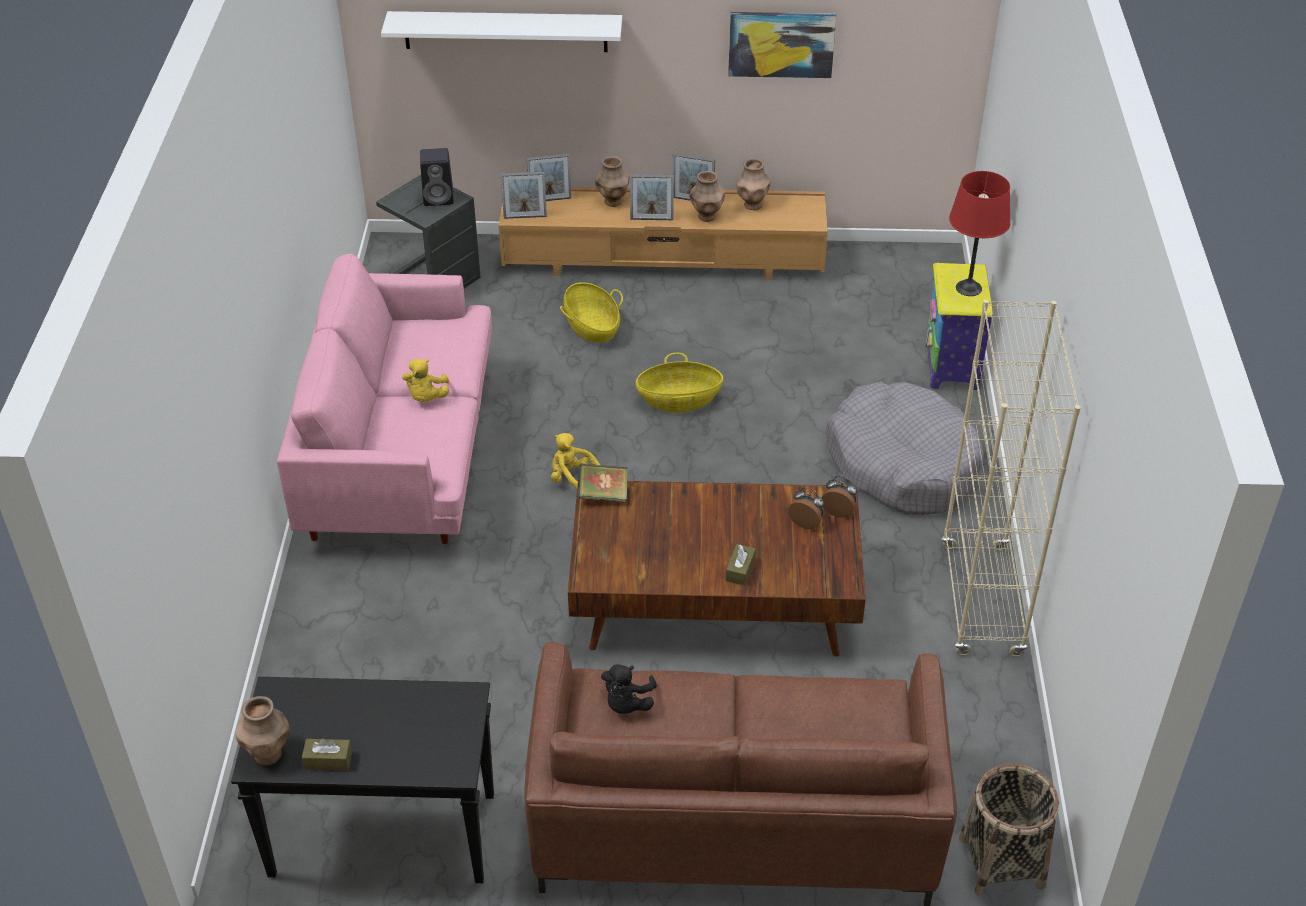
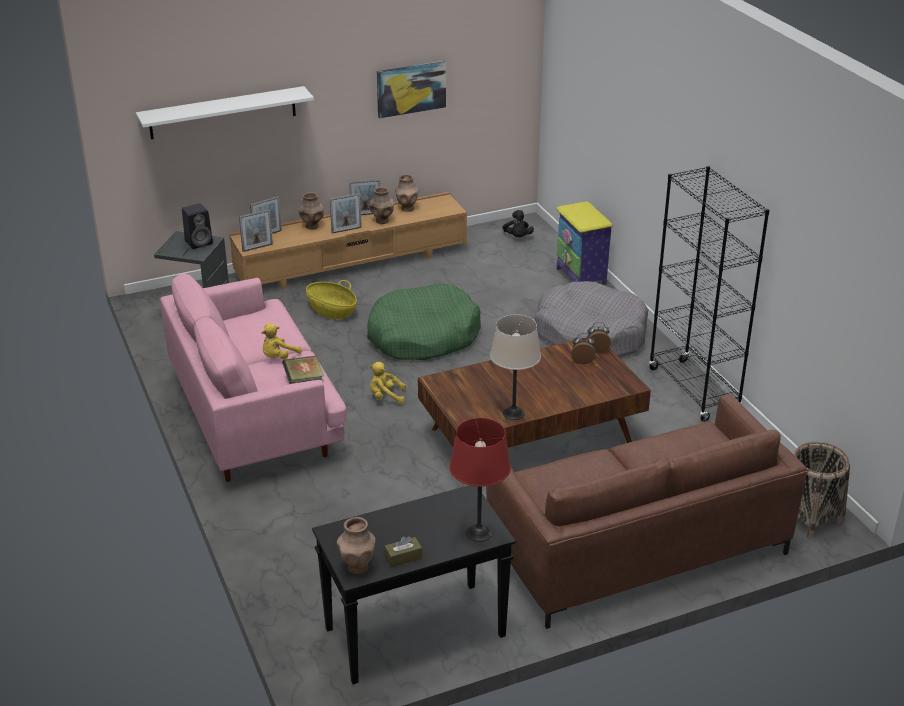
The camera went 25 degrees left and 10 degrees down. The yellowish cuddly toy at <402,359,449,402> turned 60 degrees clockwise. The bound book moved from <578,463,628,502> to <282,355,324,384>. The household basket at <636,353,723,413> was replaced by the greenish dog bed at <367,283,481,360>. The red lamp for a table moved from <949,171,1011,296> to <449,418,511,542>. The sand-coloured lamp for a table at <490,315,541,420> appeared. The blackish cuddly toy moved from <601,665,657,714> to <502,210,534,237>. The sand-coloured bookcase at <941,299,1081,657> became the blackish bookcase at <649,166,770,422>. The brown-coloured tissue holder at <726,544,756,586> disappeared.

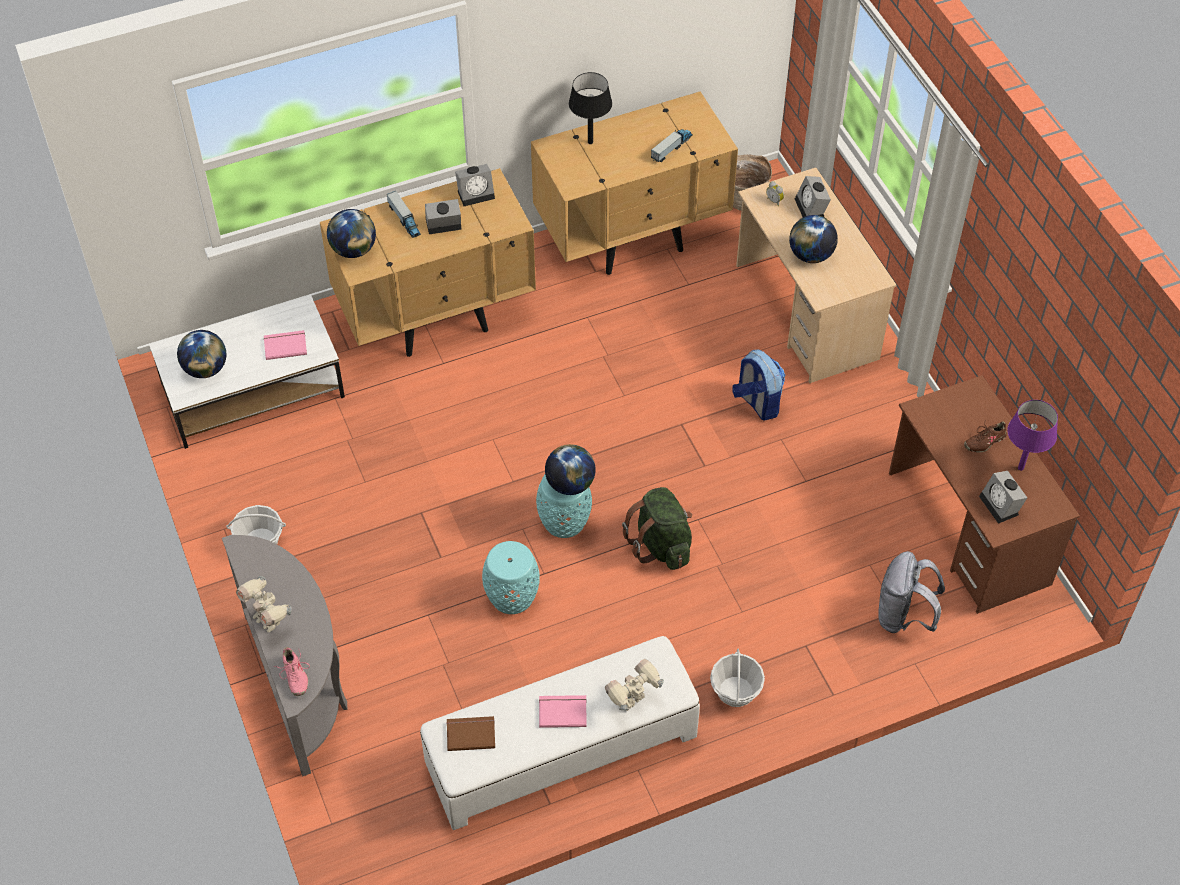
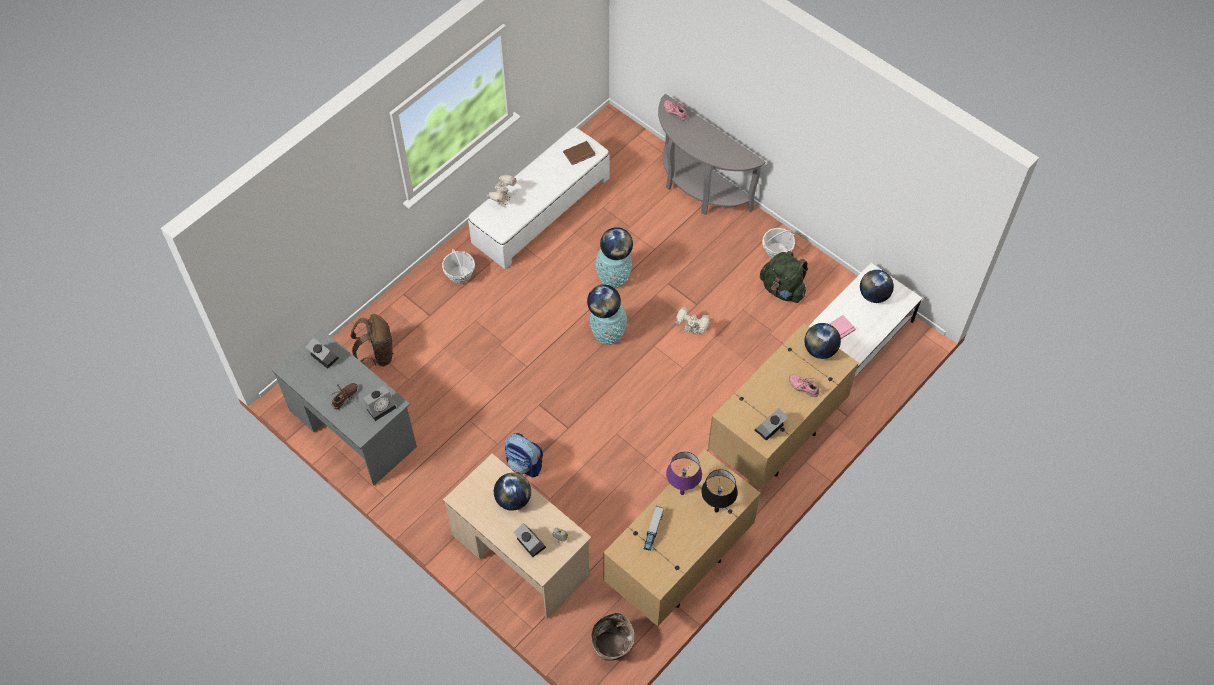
The camera went 155 degrees right and 5 degrees up. The brown-coloured desk at <889,375,1080,614> became the grey desk at <272,328,417,486>. The grey knapsack at <878,551,945,633> became the brown-coloured knapsack at <351,314,394,366>. The alarm clock moved from <425,199,462,234> to <362,385,396,421>. The world globe at <600,227,633,260> appeared. The purplish lamp for a table moved from <1007,400,1058,471> to <666,452,702,495>. The toy robot moved from <236,576,292,633> to <675,307,710,335>. The greenish knapsack moved from <622,487,692,570> to <760,251,808,303>. The model truck at <387,191,421,238> was replaced by the pink-coloured shoe at <789,374,819,397>. The pink-coloured bound book at <539,695,587,728> disappeared.

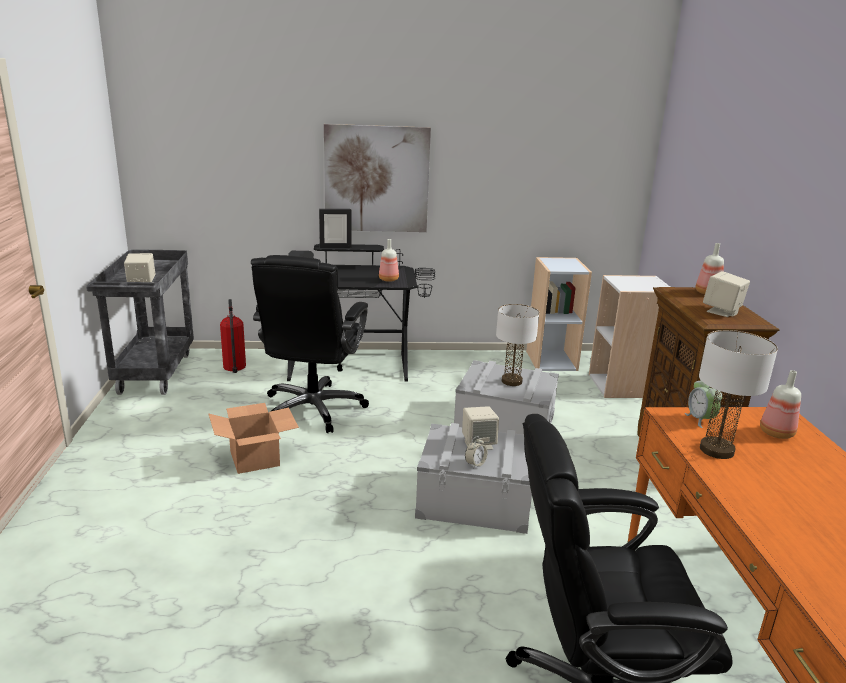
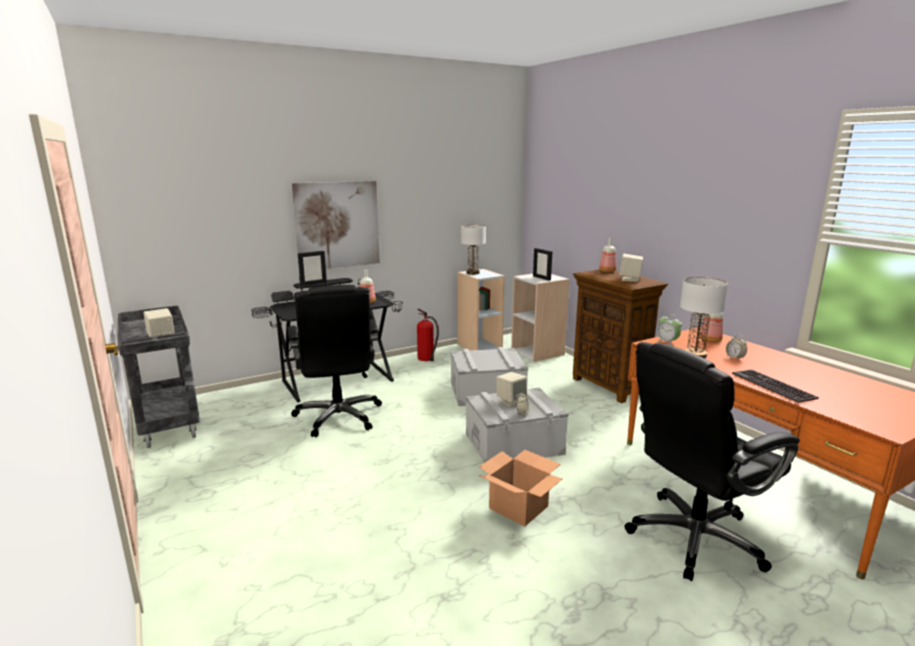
The camera went 25 degrees left and 5 degrees down. The fire extinguisher moved from <220,299,246,373> to <417,309,439,361>. The lamp for a table moved from <496,304,539,386> to <461,225,486,275>. The carton moved from <208,403,299,474> to <478,450,563,527>. The photo frame at <533,248,552,281> appeared. The alarm clock at <726,335,747,360> appeared. The computer keyboard at <732,369,819,403> appeared.

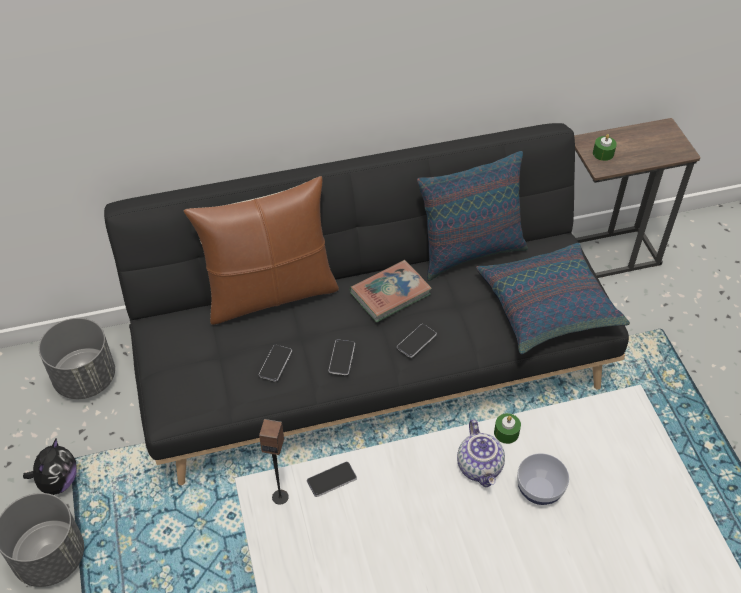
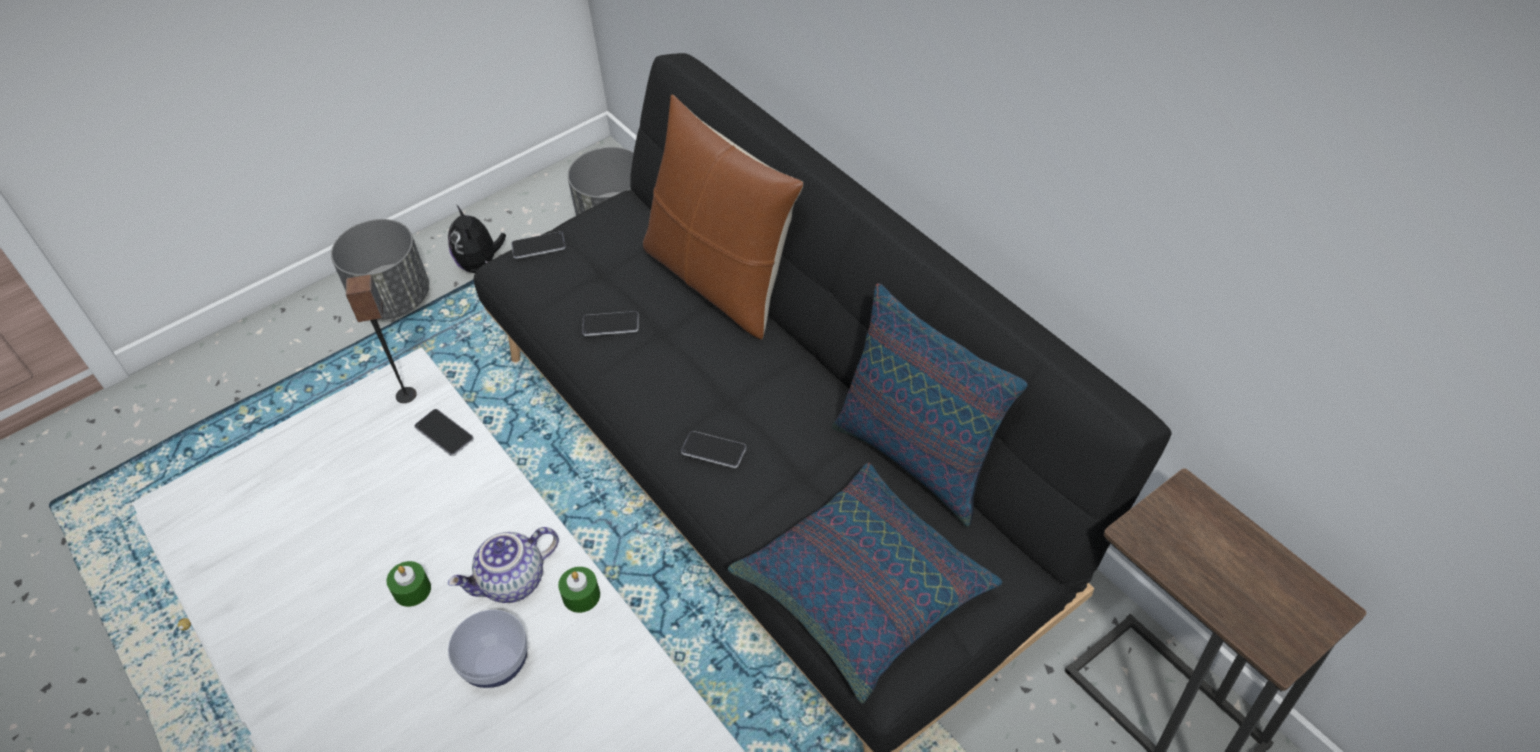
The camera went 70 degrees right and 0 degrees up. The greenish wax candle moved from <593,134,617,161> to <386,561,431,607>. The cuddly toy at <23,438,77,495> turned 75 degrees clockwise. The handset moved from <328,339,355,375> to <511,232,566,259>. The bound book at <350,260,432,322> disappeared.

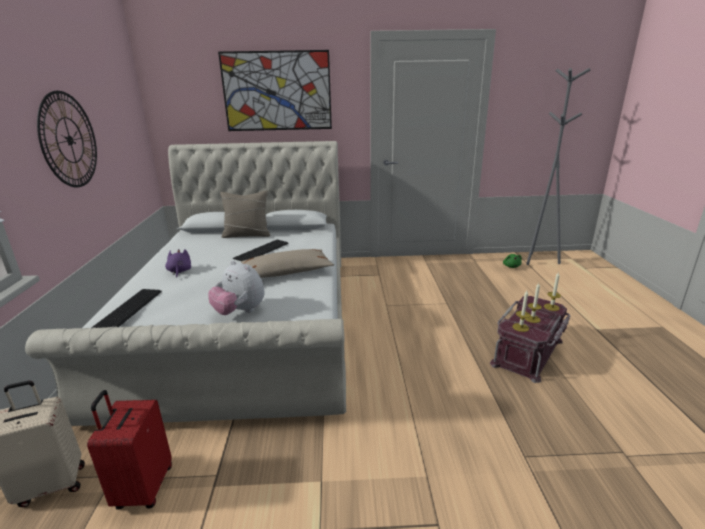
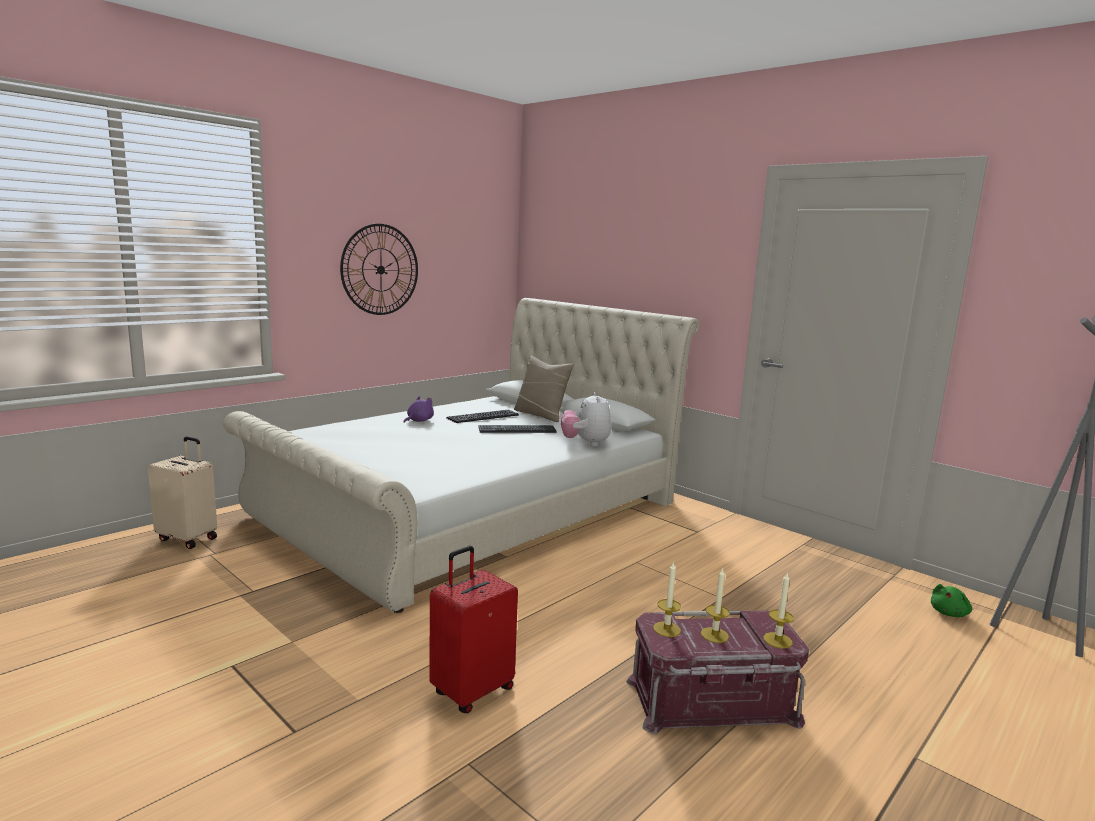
The camera went 45 degrees right and 10 degrees down. The red suitcase moved from <87,390,172,510> to <429,546,518,713>. The computer keyboard moved from <91,289,162,328> to <446,410,519,423>. The cuddly toy moved from <208,261,264,315> to <561,392,611,446>. The wall picture at <218,50,332,131> disappeared. The sand-coloured throw pillow at <241,249,334,278> disappeared.

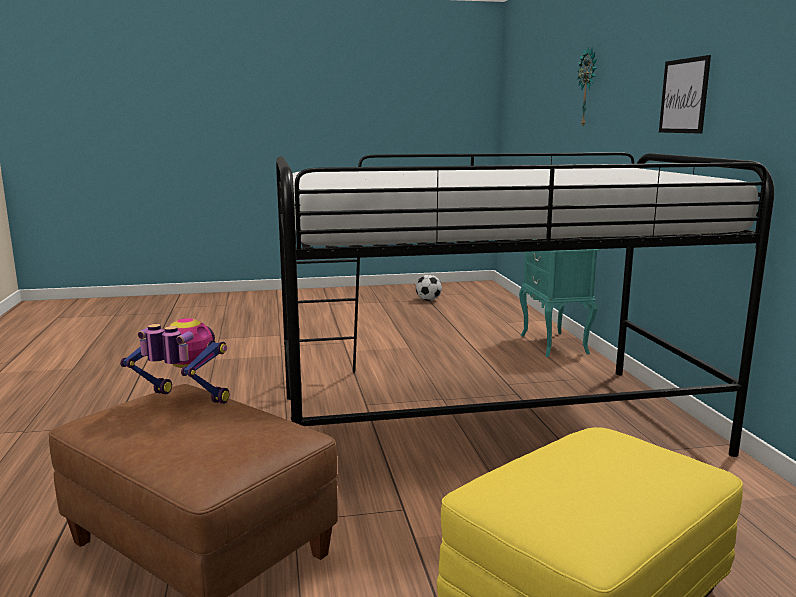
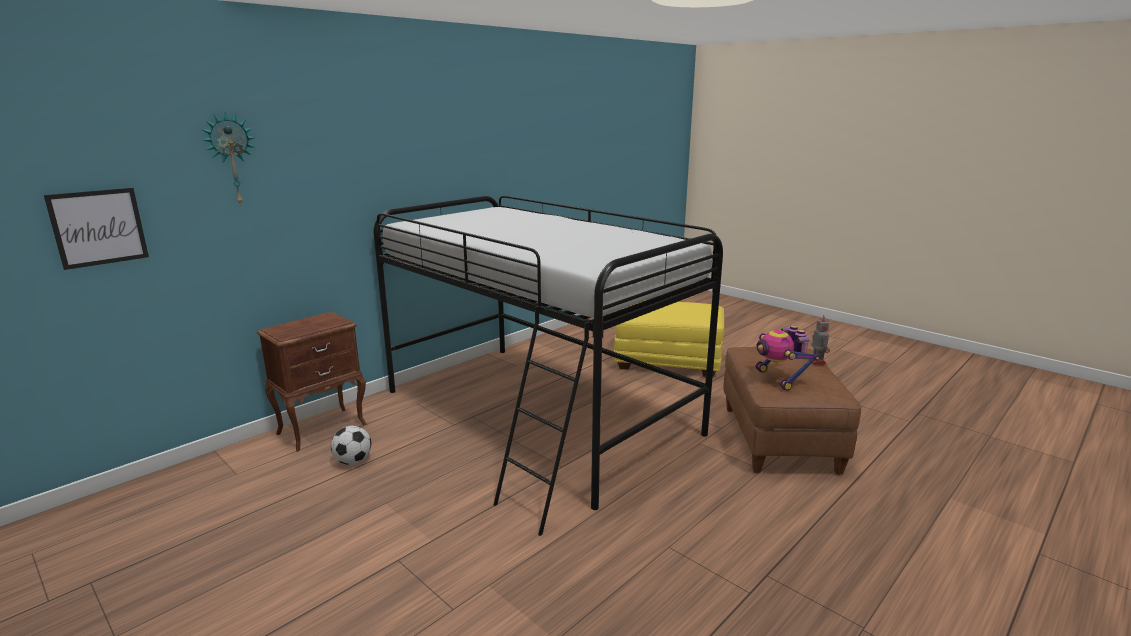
The camera went 125 degrees left and 5 degrees up. The wall picture moved from <659,55,711,133> to <44,188,149,270>. The blue-green nightstand at <519,239,599,357> became the brown-coloured nightstand at <257,312,367,452>. The football ball moved from <416,275,442,301> to <331,425,371,465>. The toy robot at <809,316,830,365> appeared.

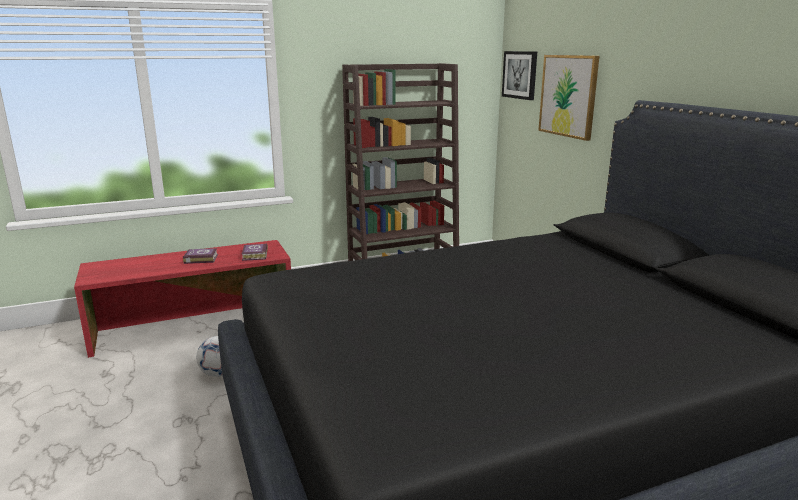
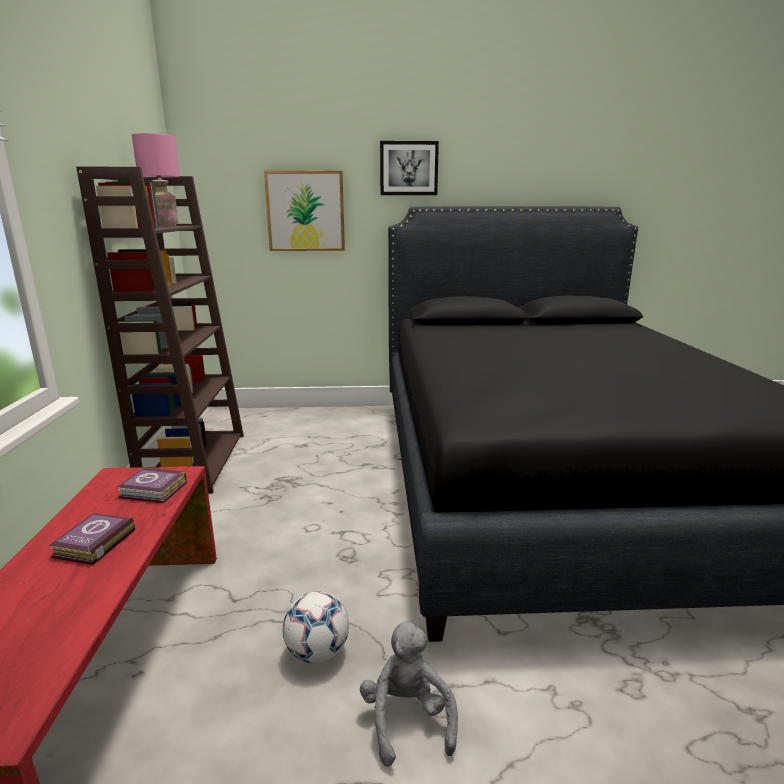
The camera went 70 degrees left and 0 degrees up. The pink-coloured lamp for a table at <132,133,180,226> appeared. The grey cuddly toy at <360,621,458,767> appeared. The wall picture moved from <502,51,537,100> to <380,141,439,195>.

